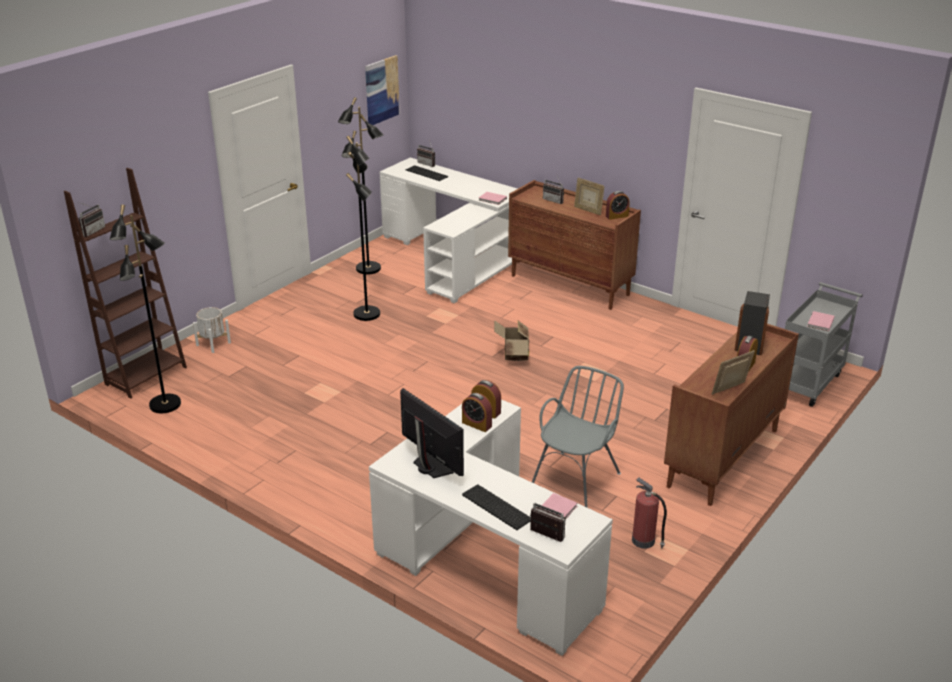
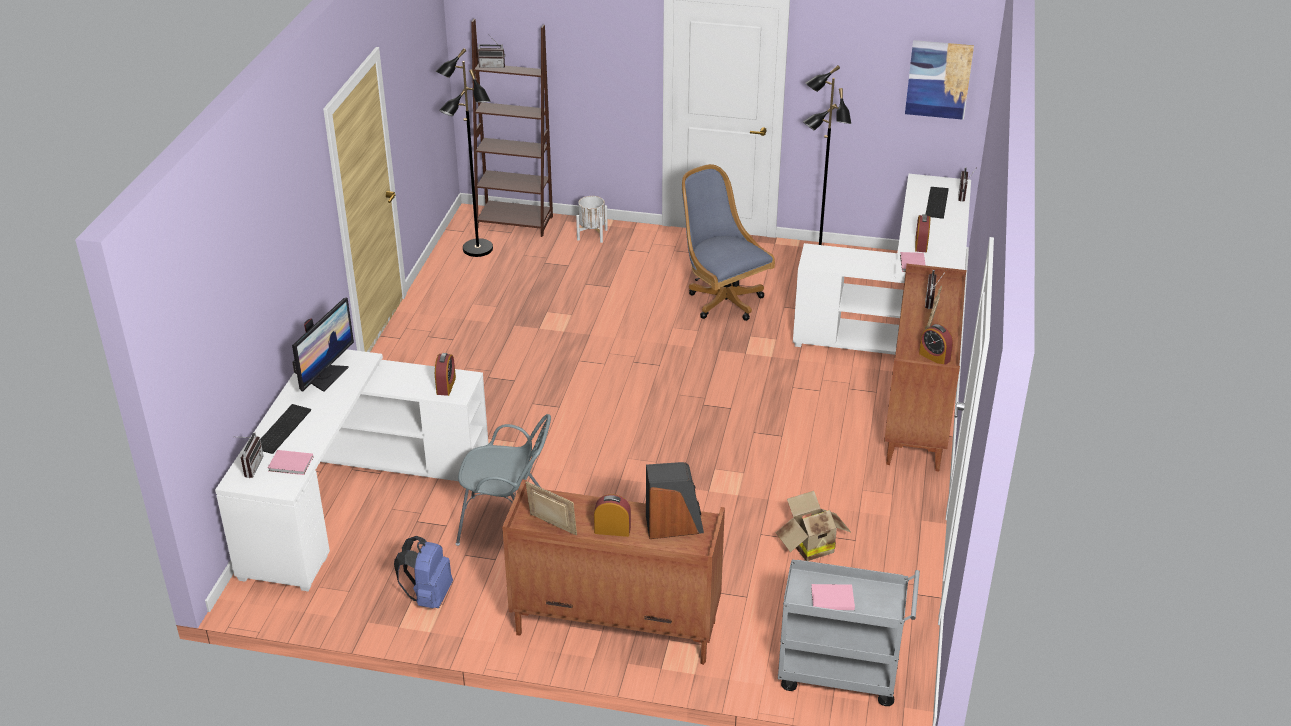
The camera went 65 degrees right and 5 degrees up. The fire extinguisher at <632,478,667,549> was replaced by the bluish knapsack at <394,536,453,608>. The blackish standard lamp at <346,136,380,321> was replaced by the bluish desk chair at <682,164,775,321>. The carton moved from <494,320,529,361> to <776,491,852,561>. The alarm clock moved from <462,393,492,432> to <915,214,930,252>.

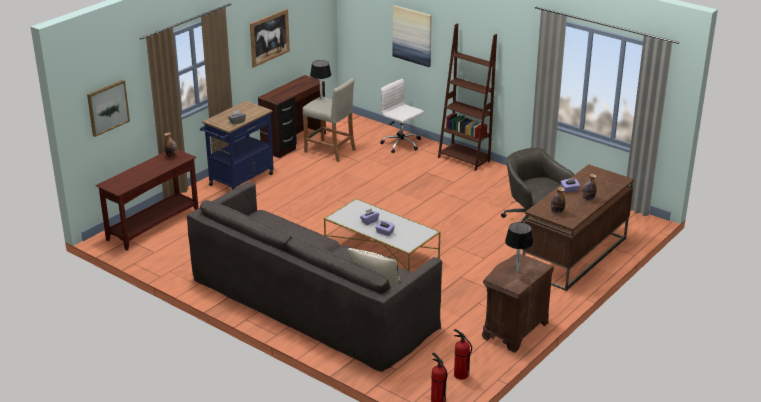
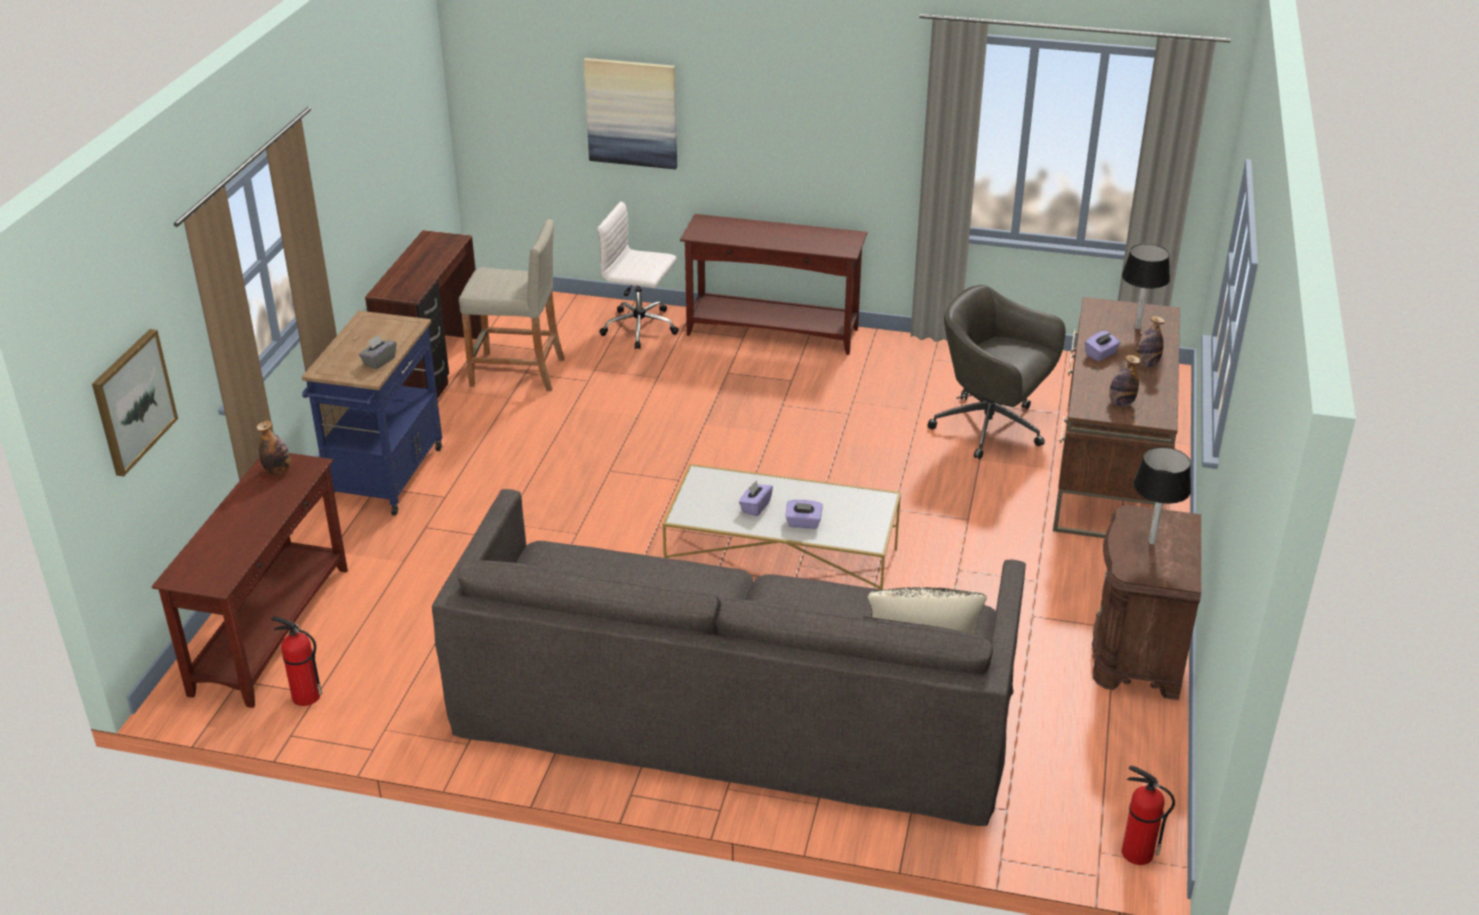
The camera went 25 degrees left and 5 degrees up. The fire extinguisher moved from <454,329,472,380> to <271,616,322,706>. The brown-coloured bookcase at <438,23,497,171> was replaced by the brown-coloured narrow table at <680,214,867,355>. The blackish lamp for a table moved from <310,60,331,99> to <1122,244,1170,329>. The wall picture at <250,9,290,68> disappeared.

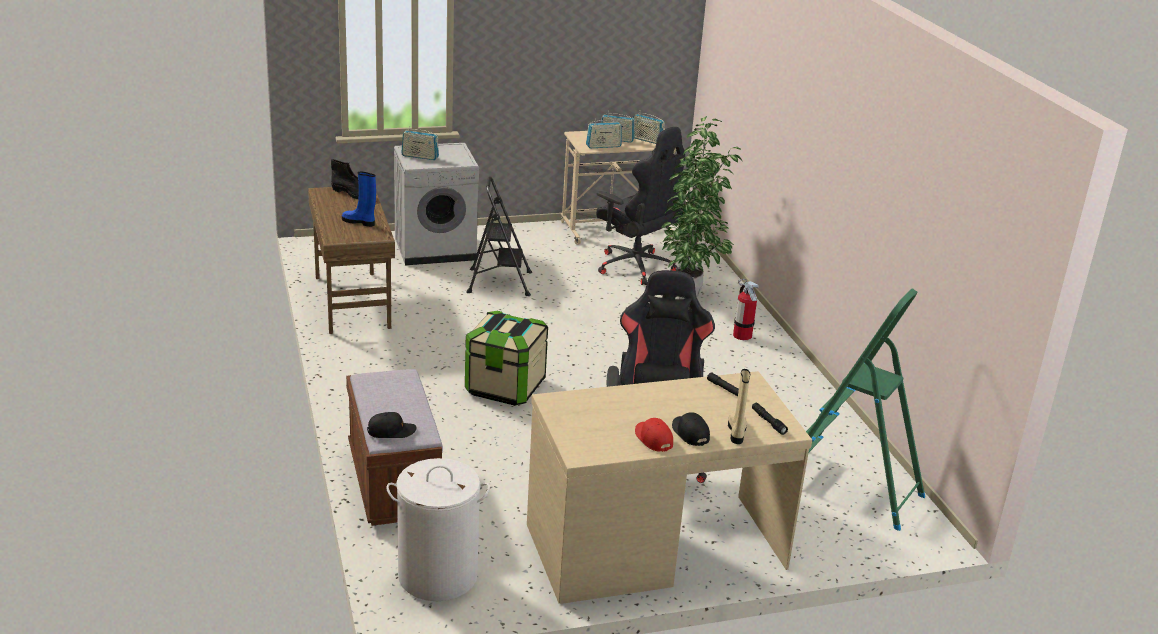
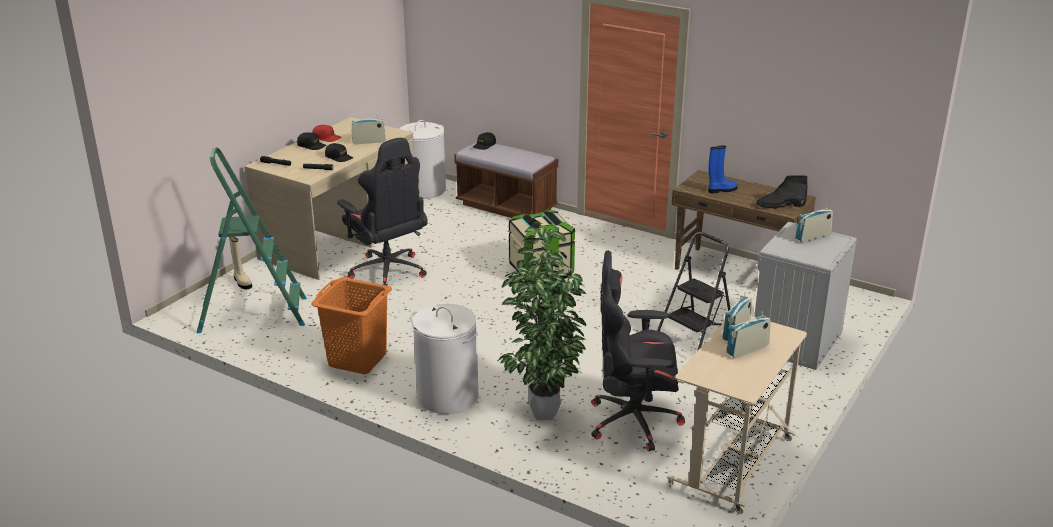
The camera went 140 degrees right and 0 degrees up. The sand-coloured boot moved from <728,369,750,444> to <229,237,252,289>. The orange washing basket at <311,277,392,374> appeared. The blackish baseball cap at <325,143,353,162> appeared. The radio set moved from <633,110,665,144> to <351,117,386,144>. The fire extinguisher at <733,279,759,340> was replaced by the white washing basket at <410,304,479,414>.

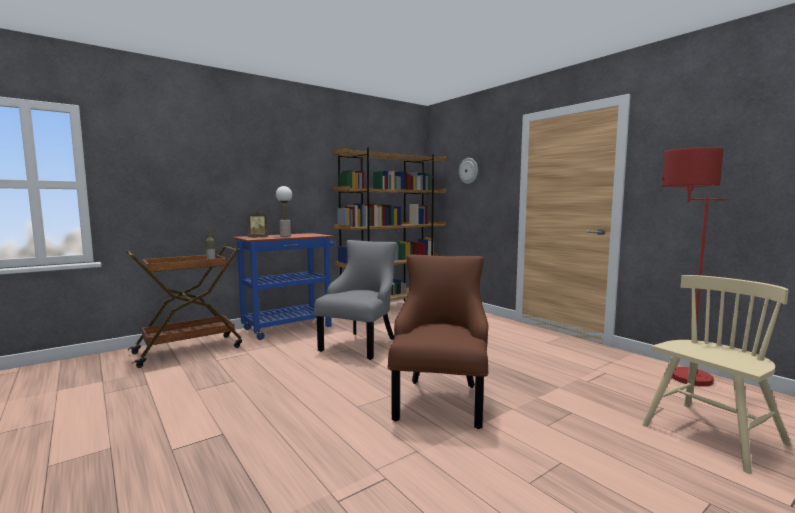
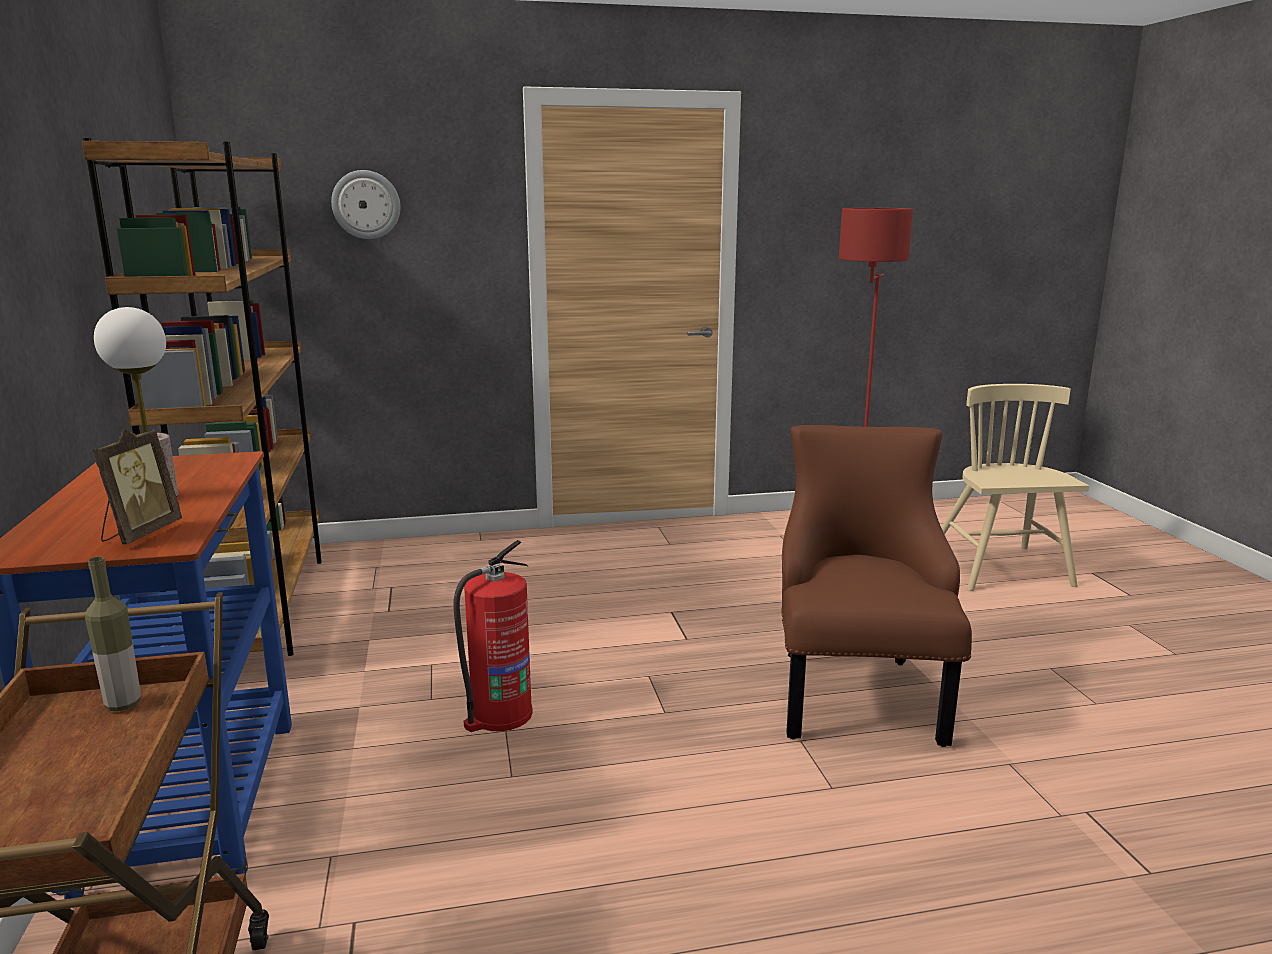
The camera went 65 degrees left and 10 degrees up. The grey chair at <314,240,397,360> was replaced by the fire extinguisher at <453,540,533,732>. The brown-coloured chair at <387,255,489,429> turned 60 degrees clockwise.

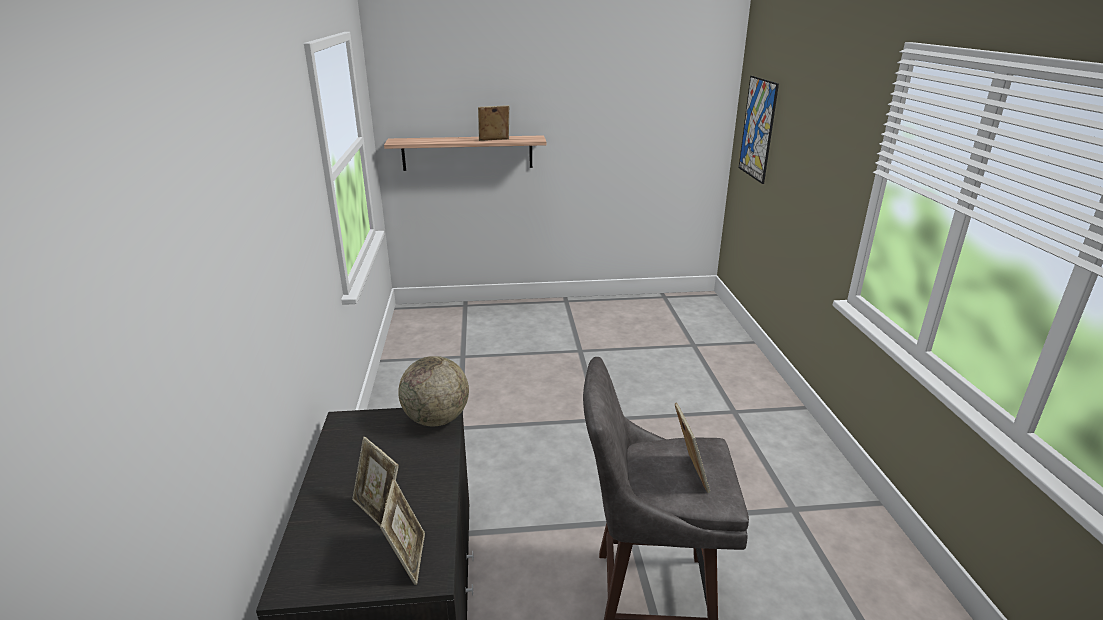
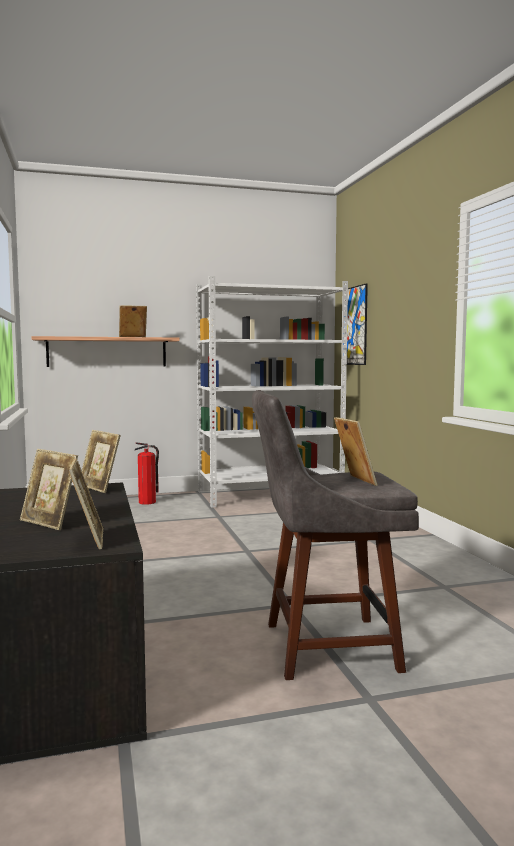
The camera went 10 degrees left and 20 degrees down. The world globe at <398,356,469,426> was replaced by the photo frame at <82,430,121,493>. The fire extinguisher at <135,442,159,505> appeared. The white bookcase at <196,276,348,507> appeared.

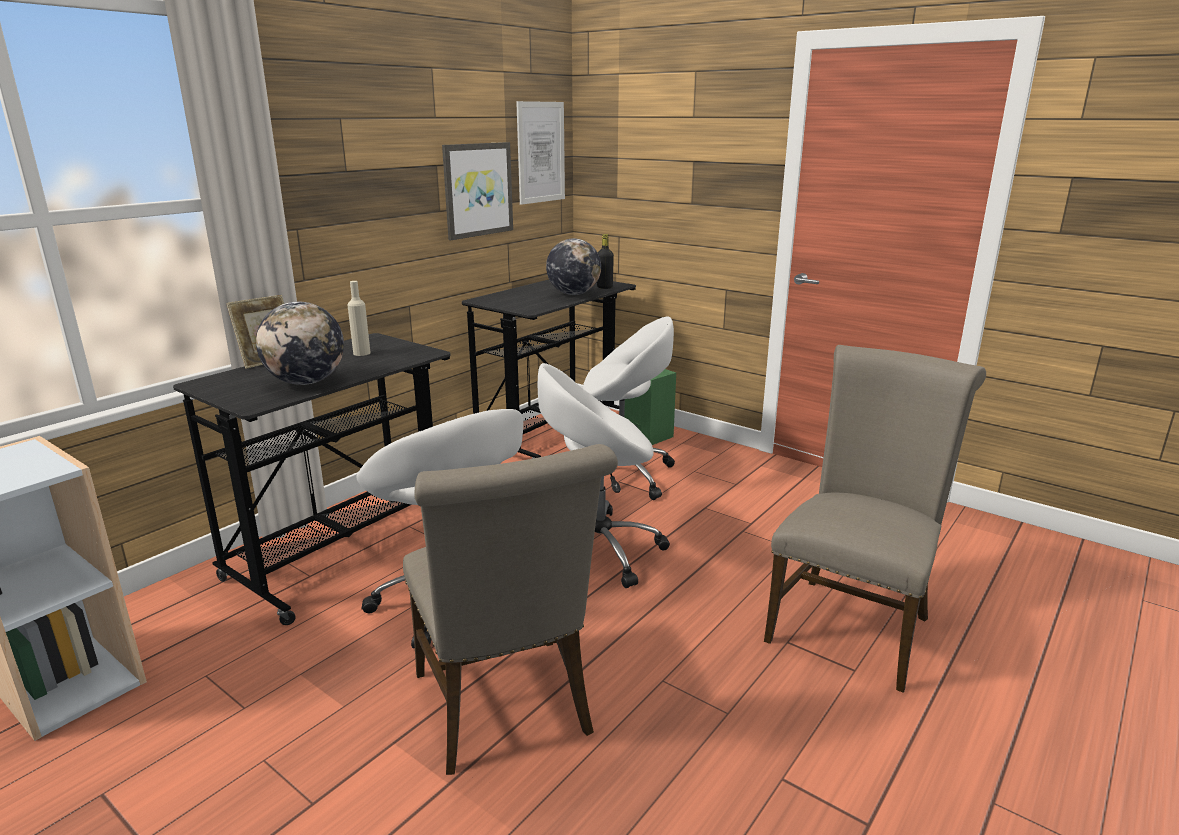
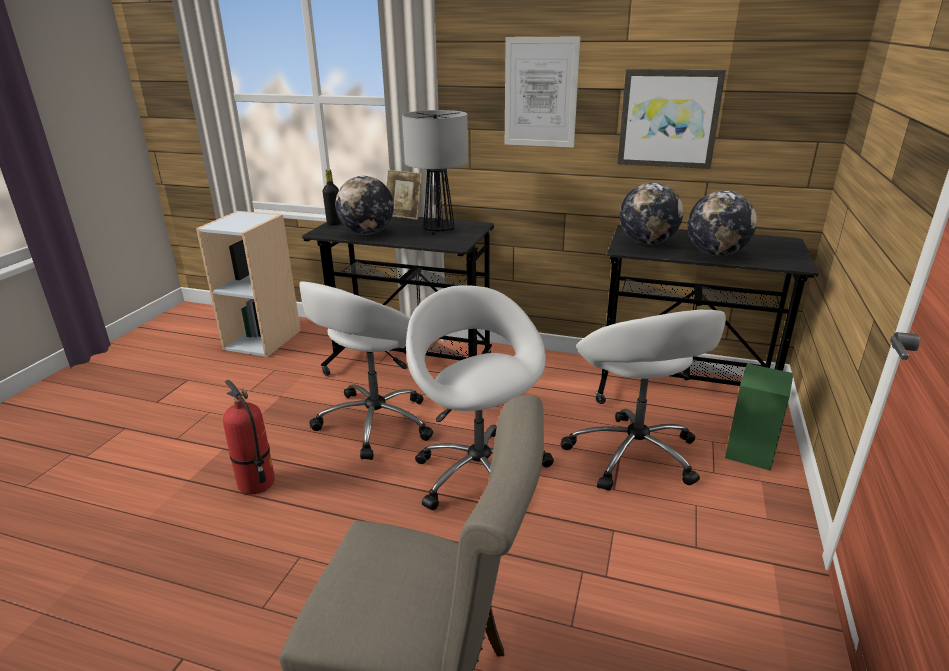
The camera went 70 degrees right and 5 degrees up. The sand-coloured chair at <403,444,618,775> was replaced by the fire extinguisher at <223,380,275,494>. The blackish bottle moved from <597,234,614,289> to <323,169,342,226>. The sand-coloured bottle at <348,281,371,356> was replaced by the lamp for a table at <402,110,468,235>. The wall picture moved from <516,101,565,205> to <505,37,580,148>. The world globe at <620,182,683,245> appeared.

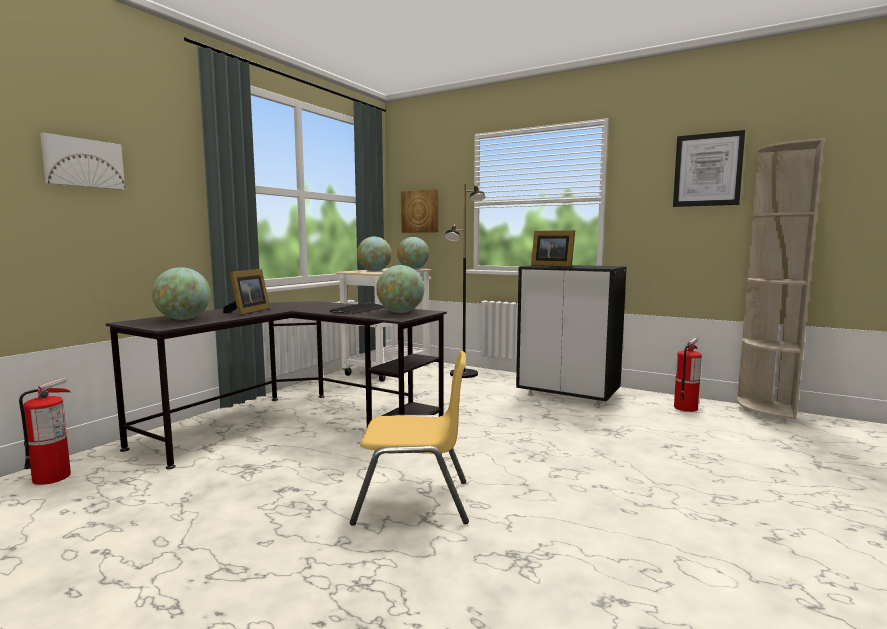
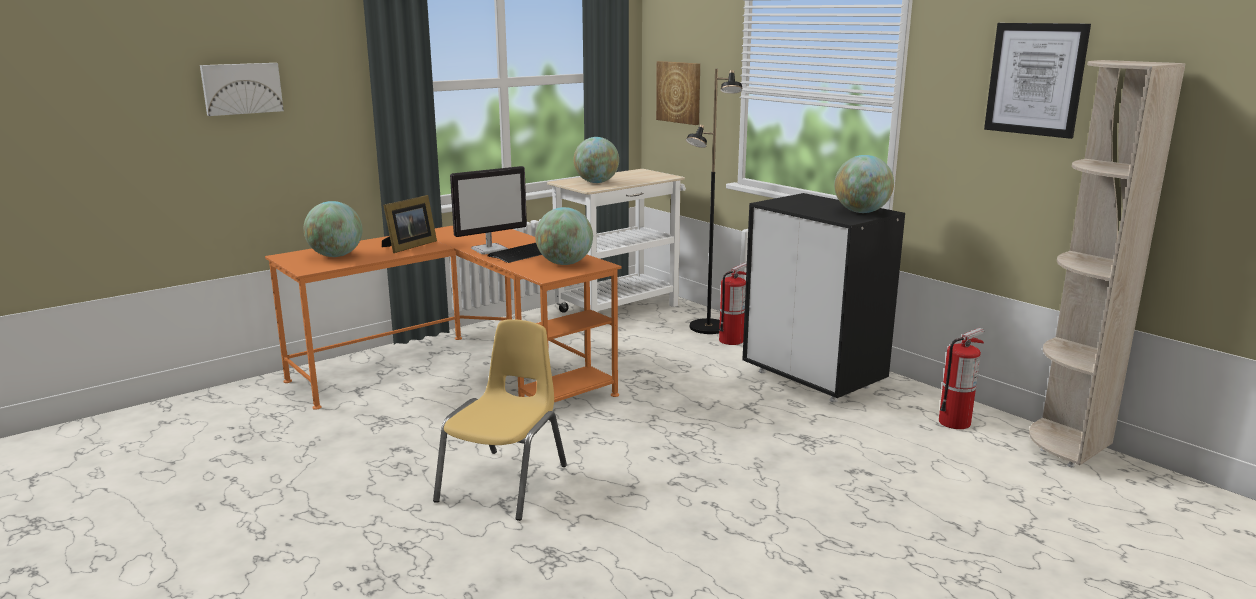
The camera went 20 degrees right and 10 degrees up. The blackish desk at <106,301,447,469> became the orange desk at <265,226,622,410>. The yellowish chair at <350,351,469,526> turned 90 degrees counterclockwise. The monitor at <450,166,527,254> appeared. The fire extinguisher moved from <19,377,71,485> to <719,263,747,345>. The world globe moved from <397,237,429,269> to <834,155,894,213>. The photo frame at <531,230,575,267> disappeared.

